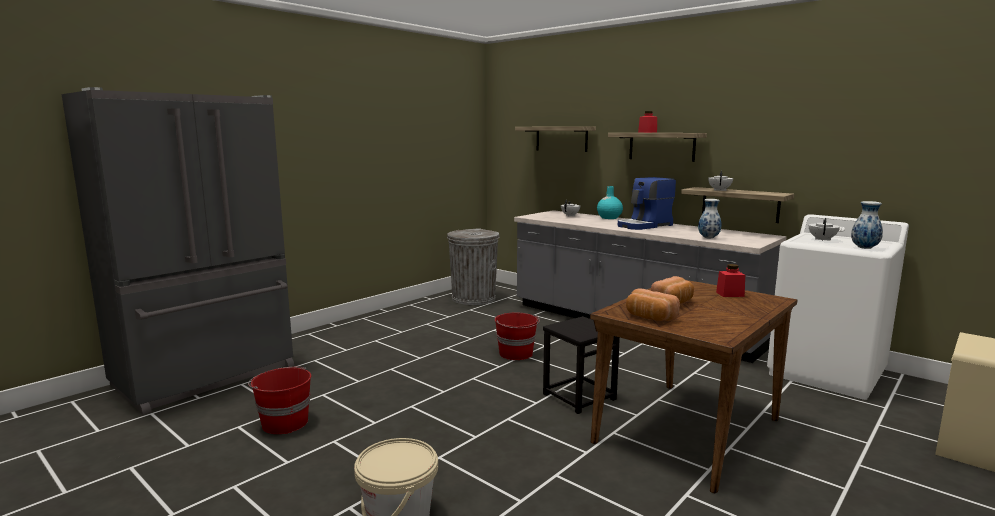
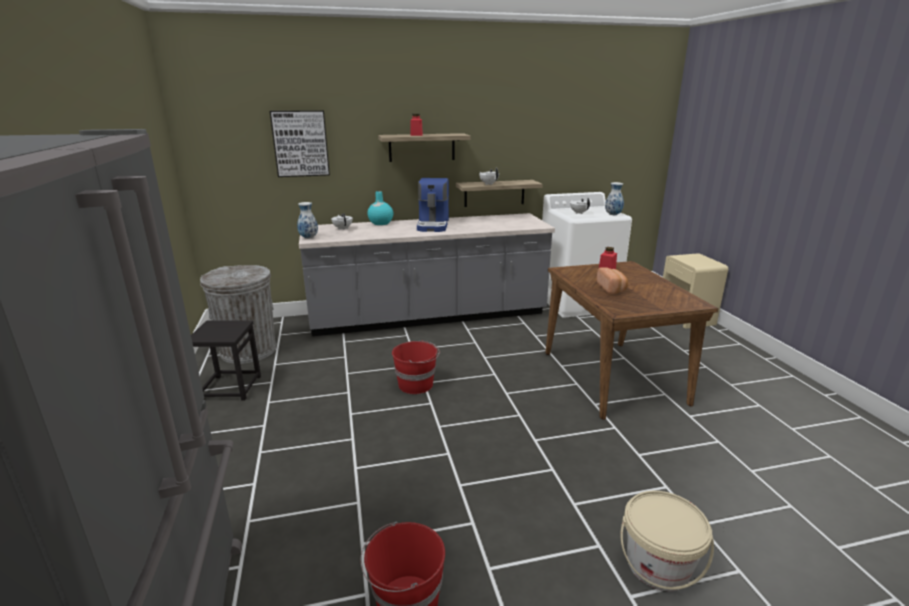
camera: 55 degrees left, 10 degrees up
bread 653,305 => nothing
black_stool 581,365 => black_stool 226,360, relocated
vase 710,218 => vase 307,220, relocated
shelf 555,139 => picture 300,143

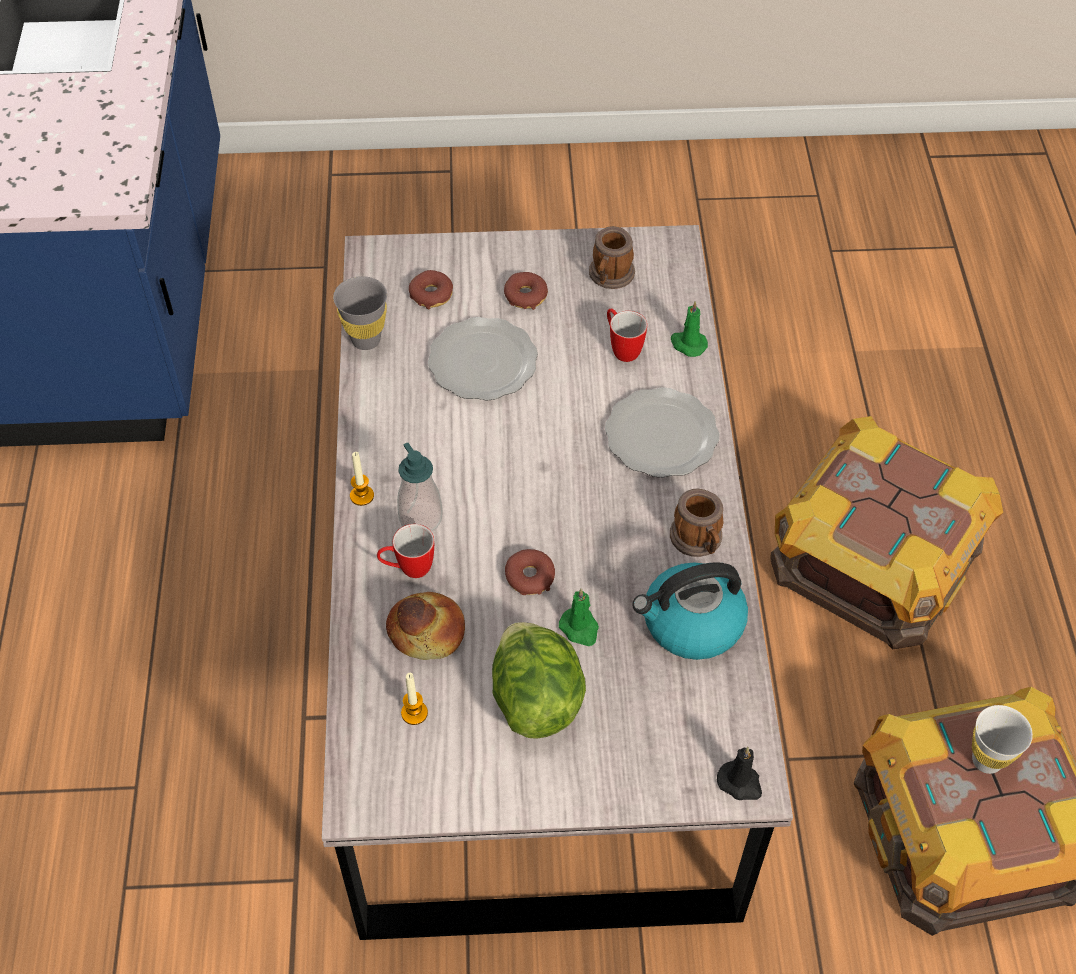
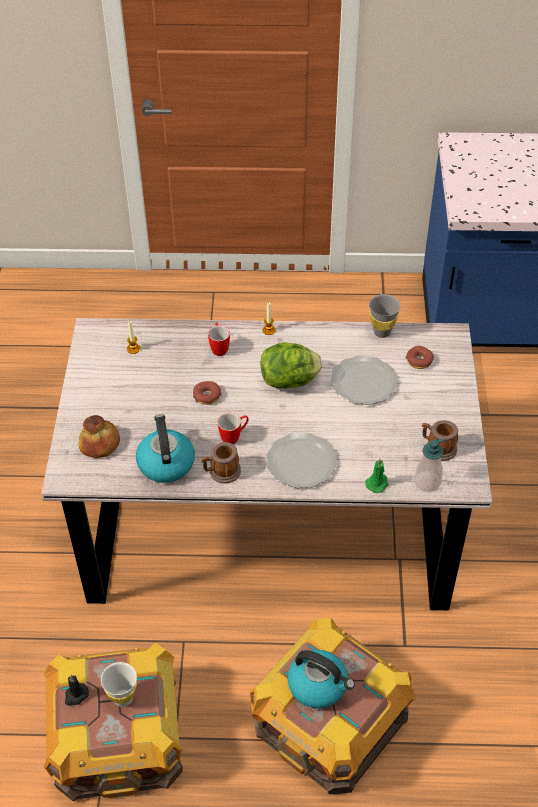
camera: 95 degrees right, 5 degrees down
donut 526,291 => nothing
green_candle 579,617 => nothing
nothing => kettle 321,679
bread 425,626 => bread 99,436, relocated
soap_dispenser 420,487 => soap_dispenser 429,465, relocated
lettuce 539,680 => lettuce 291,365, relocated
mug 627,335 => mug 233,428, relocated
black_candle 739,773 => black_candle 77,690, relocated

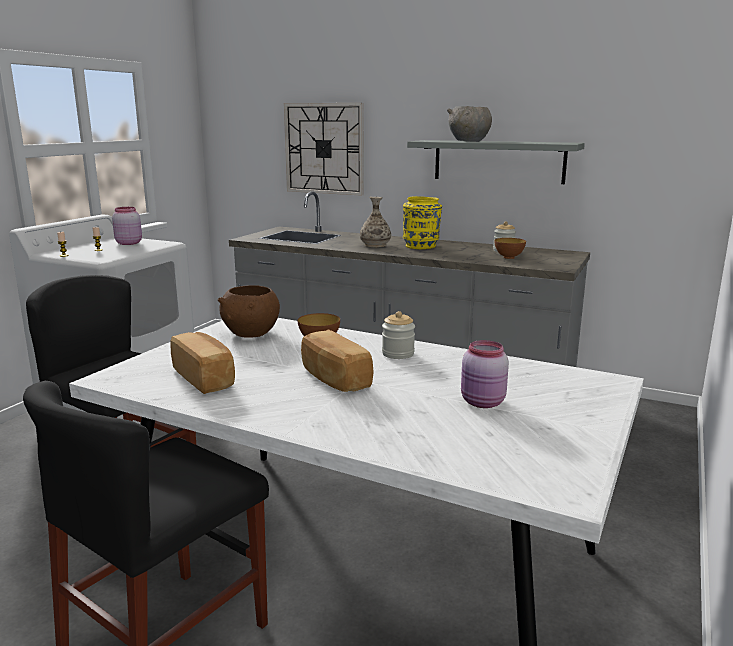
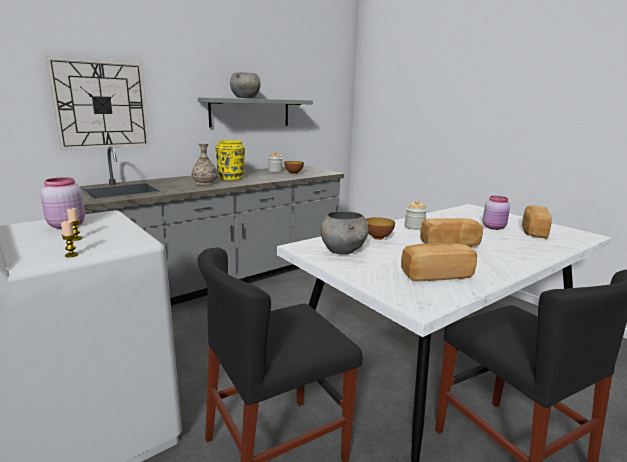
camera: 65 degrees left, 0 degrees up
nothing => bread 537,222
brown_bowl 249,311 => grey_bowl 344,232

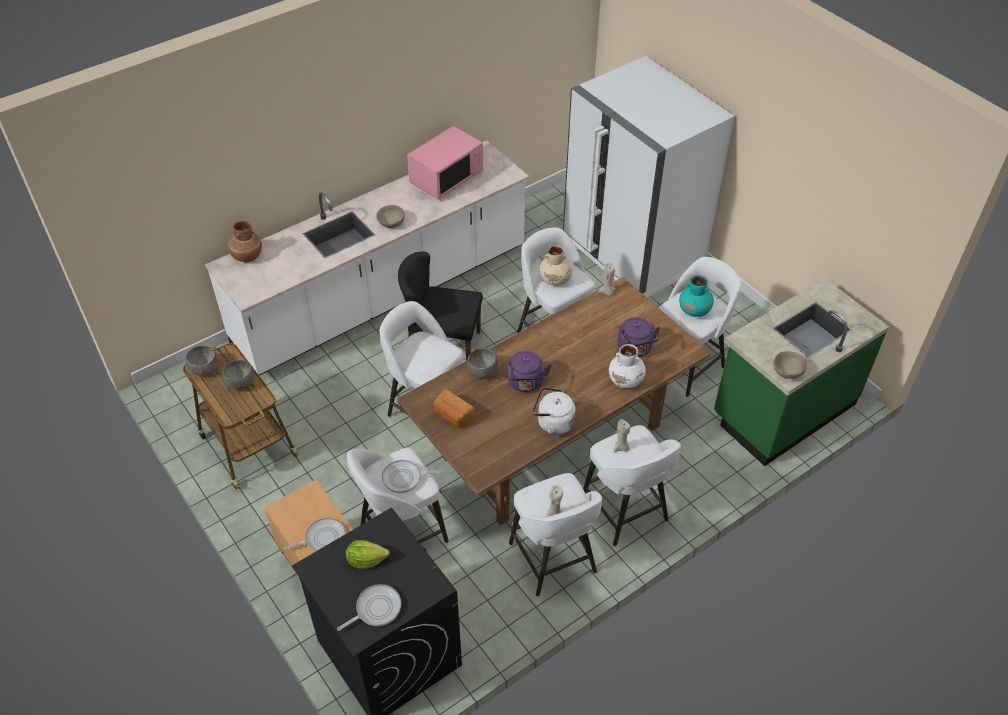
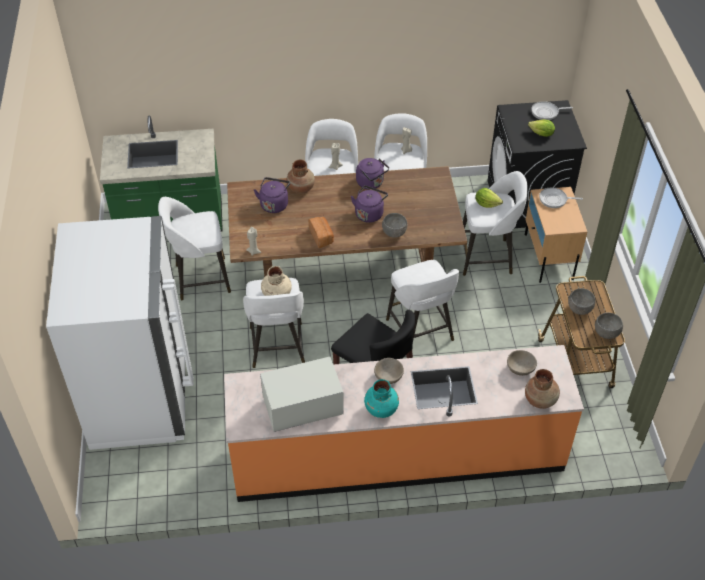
camera: 150 degrees left, 0 degrees up
bread 454,408 => bread 321,232, relocated
turquoise_vase 696,296 => turquoise_vase 381,398, relocated
beige_bowl 790,365 => beige_bowl 522,363, relocated
frying_pan 412,476 => lettuce 489,198
white_counter 367,257 => orange_counter 404,423
pink_microwave 445,163 => white_microwave 302,394
white_kettle 554,411 => purple_kettle 372,174
white_vase 627,366 => brown_vase 301,176

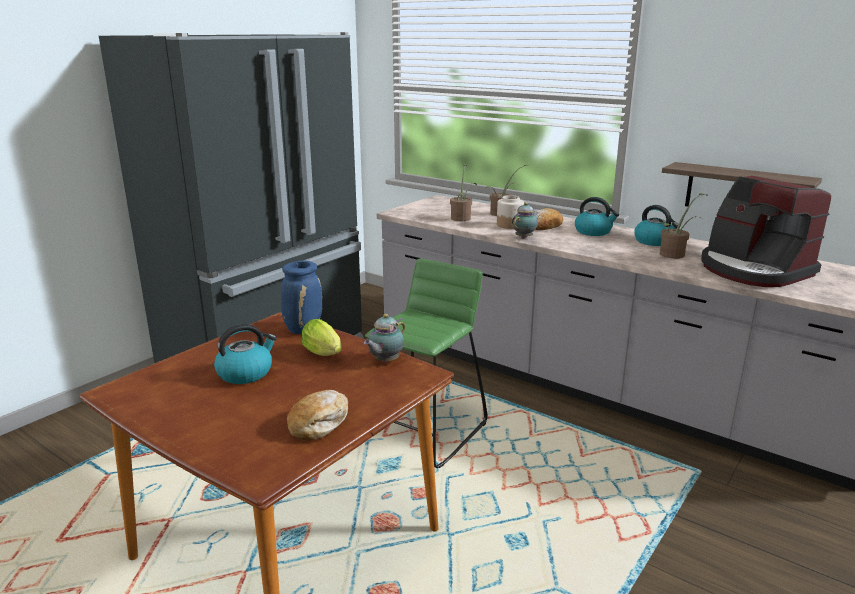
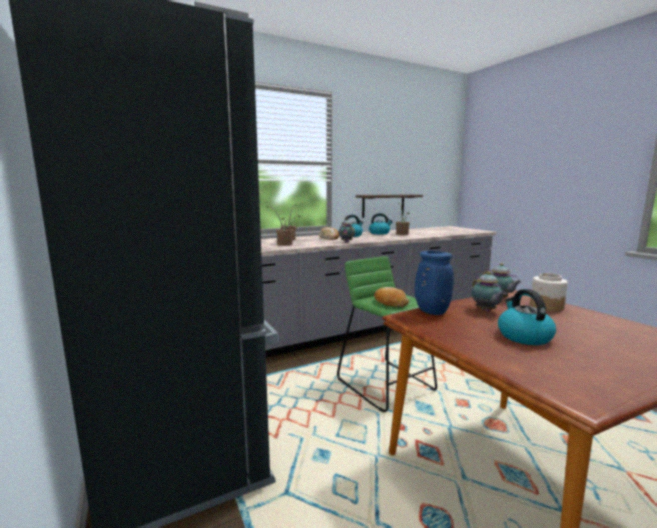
camera: 65 degrees left, 10 degrees down
coffee_machine 766,231 => nothing
bread 317,415 => bread 391,297, relocated
jar 510,212 => jar 549,292, relocated
lettuce 322,337 => teapot 488,291

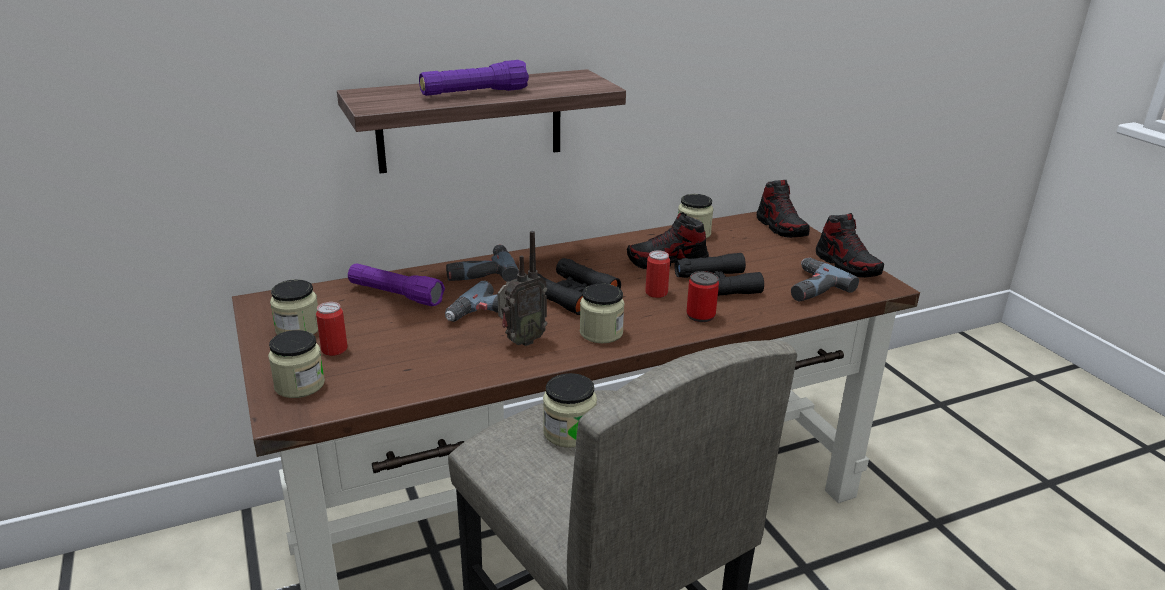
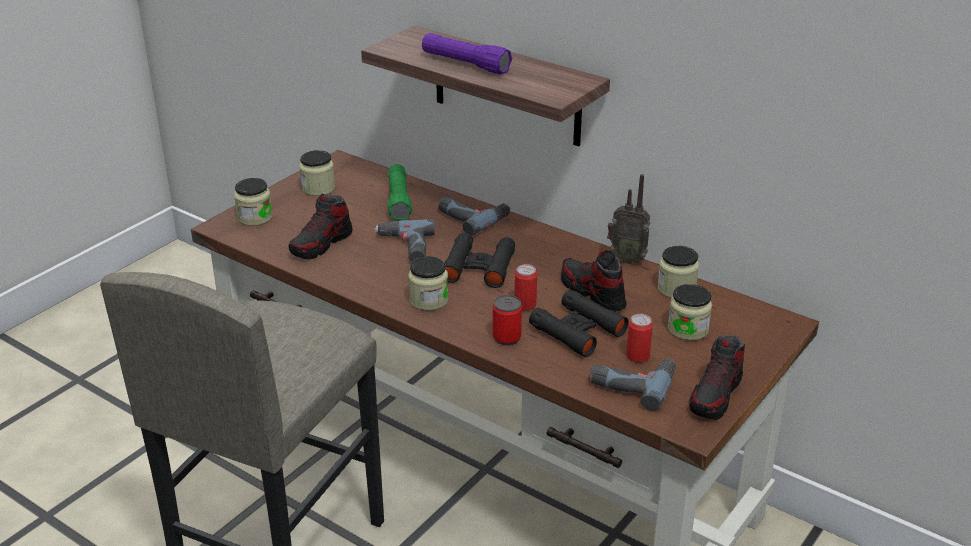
camera: 60 degrees right, 5 degrees up
can 332,329 => can 639,338, relocated
radio 522,288 => radio 628,219, relocated
jar 570,410 => jar 690,312, relocated
shoe 783,209 => shoe 321,227, relocated
purple_flashlight 396,284 => green_flashlight 400,192

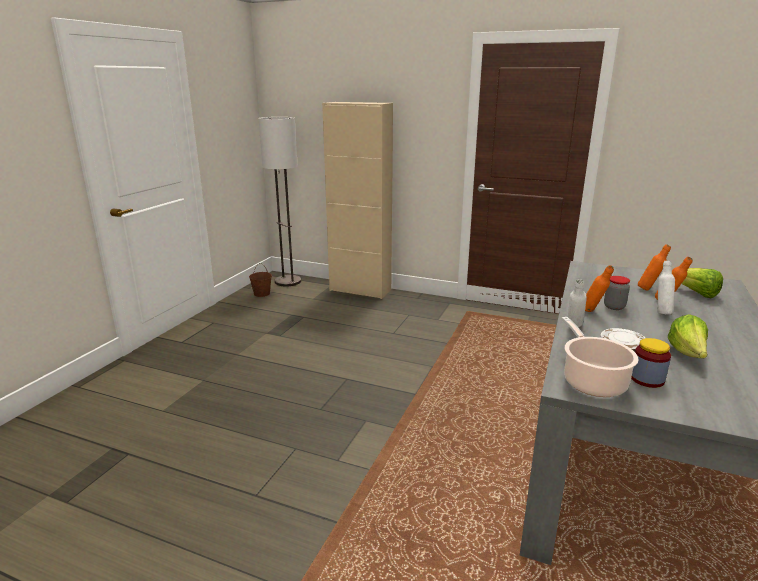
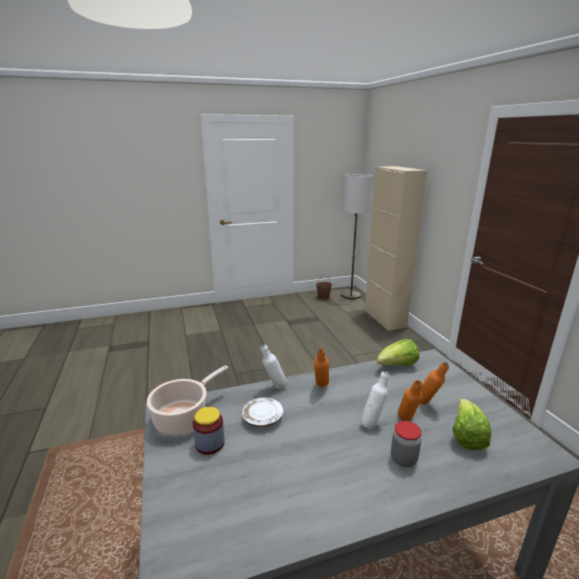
camera: 50 degrees right, 0 degrees up
jar 617,293 => jar 406,444, relocated
lettuce 688,336 => lettuce 397,352, relocated

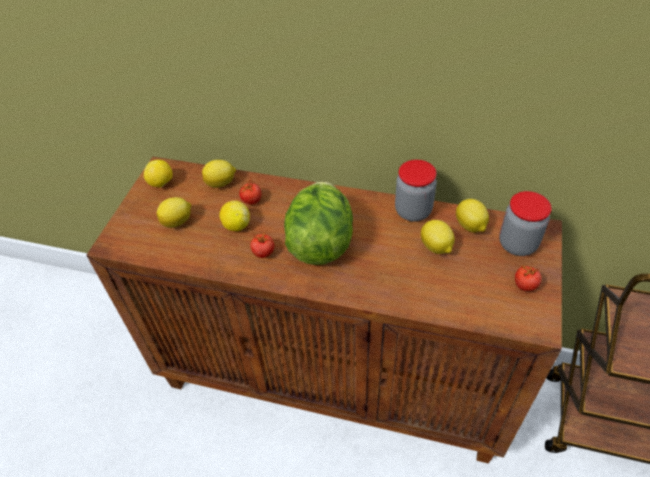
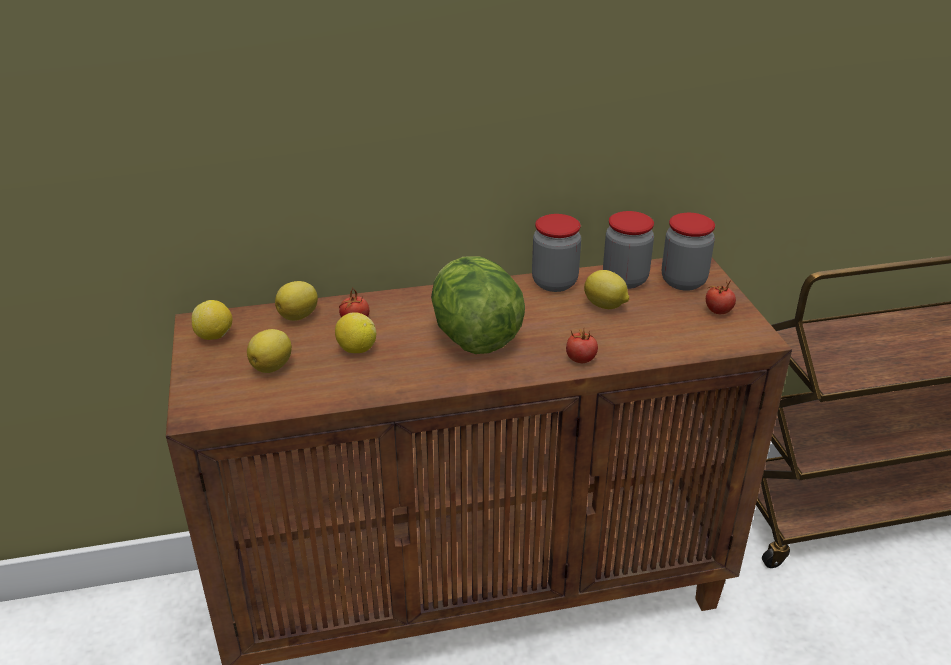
camera: 30 degrees left, 15 degrees down
tomato 262,245 => tomato 582,346, relocated
lemon 472,215 => jar 628,250

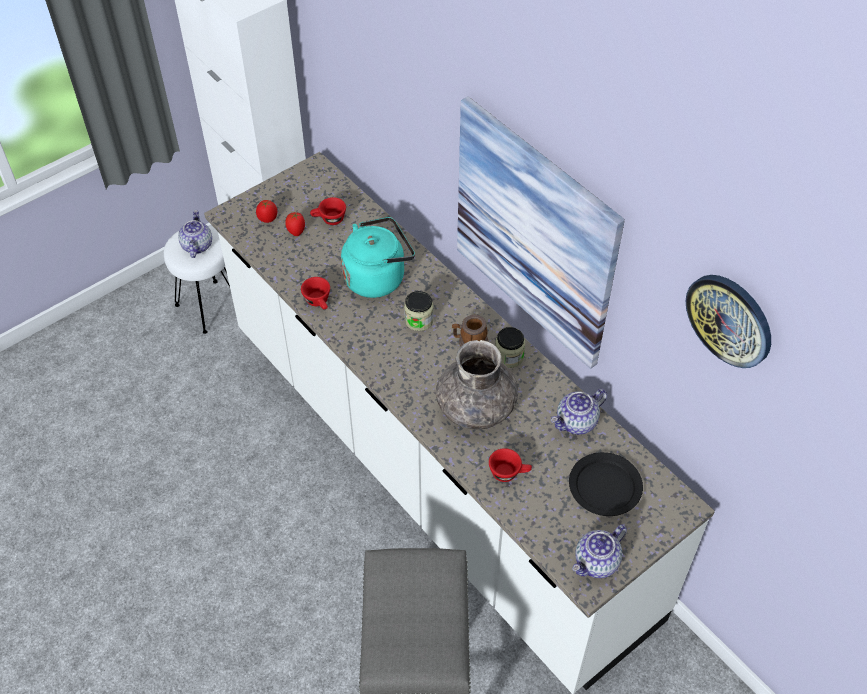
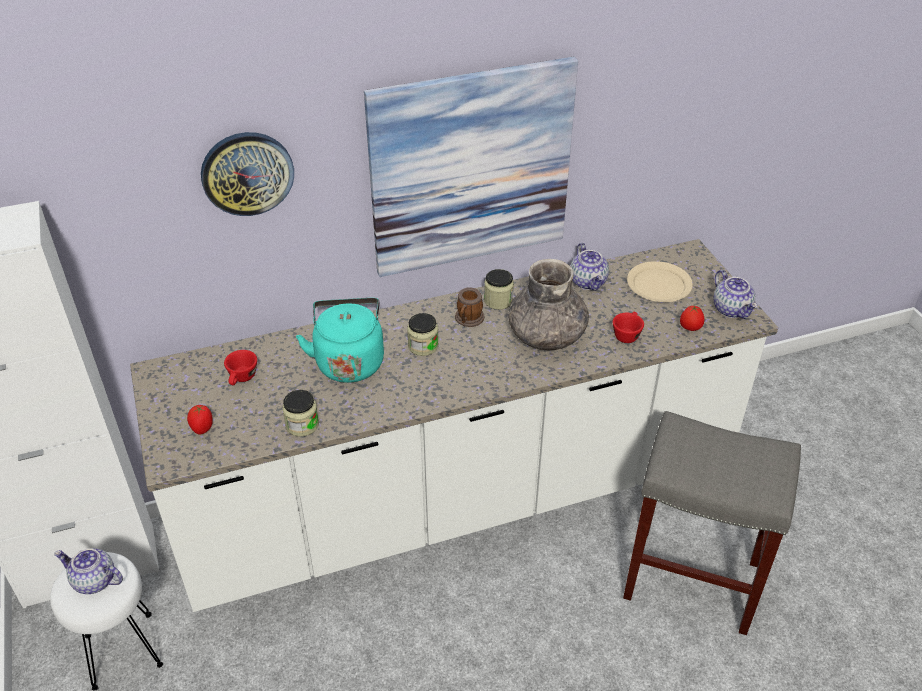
camera: 70 degrees left, 10 degrees down
red_cup 315,293 => nothing
nothing => jar 300,413
tomato 295,224 => tomato 692,318, relocated
wall_clock 728,321 => wall_clock 247,174, relocated
black_plate 606,484 => beige_plate 660,281

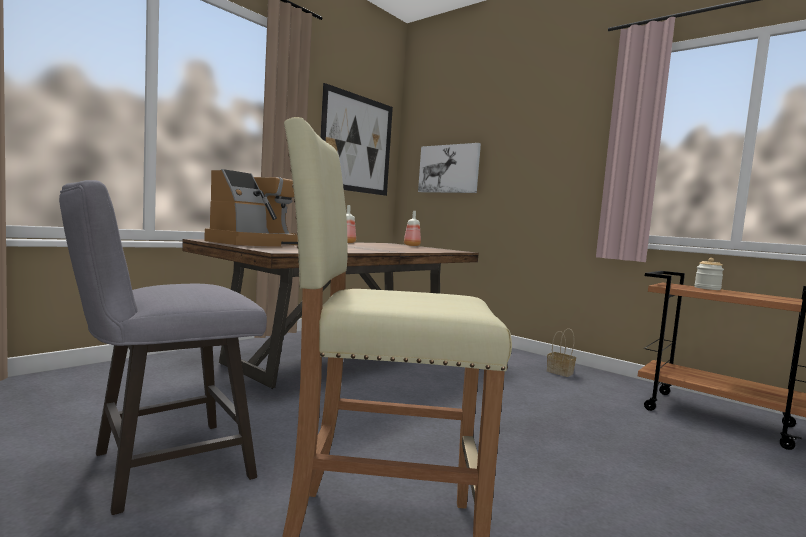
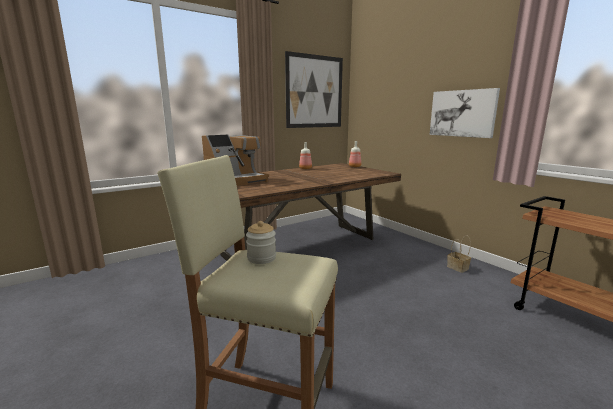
camera: 15 degrees right, 10 degrees up
grey_stool 163,347 => nothing
picture 449,168 => picture 464,113, relocated
jar 709,274 => jar 261,242, relocated

